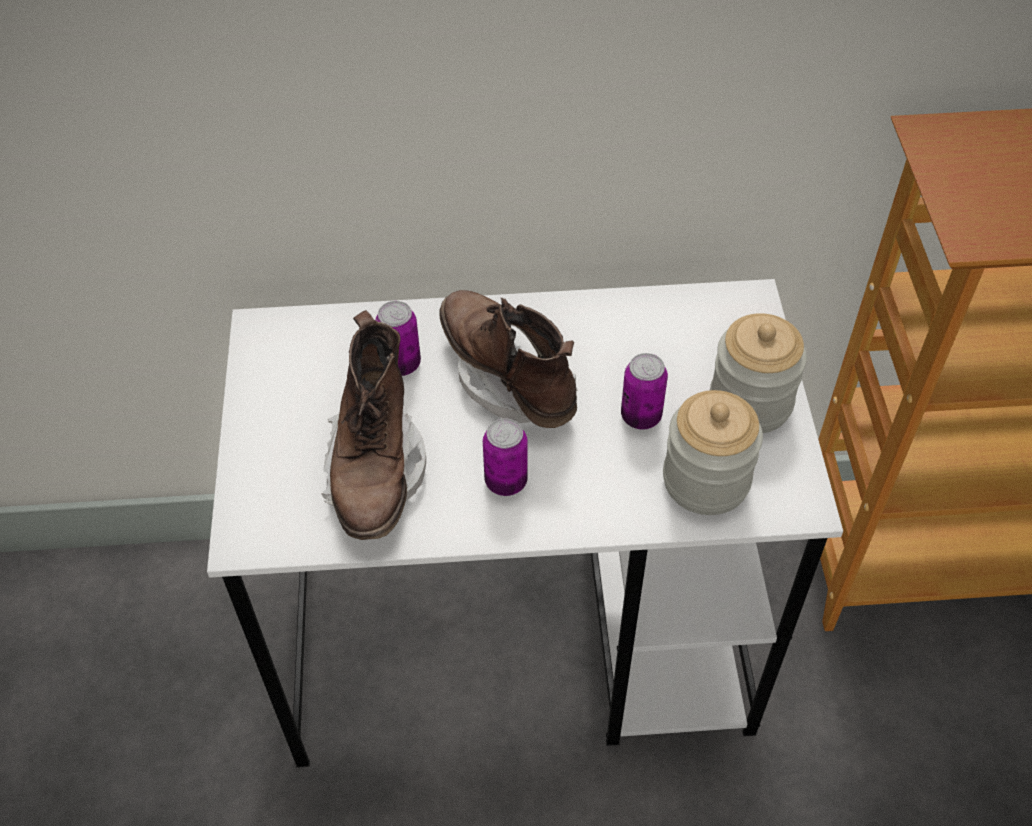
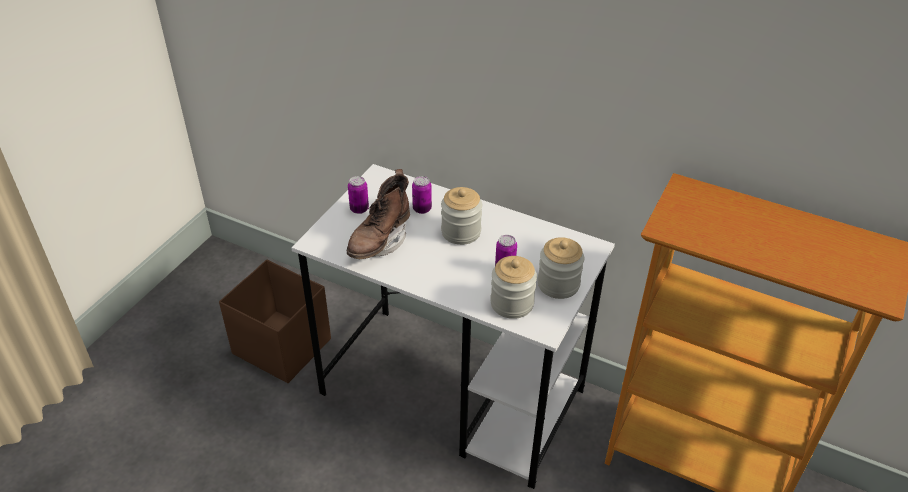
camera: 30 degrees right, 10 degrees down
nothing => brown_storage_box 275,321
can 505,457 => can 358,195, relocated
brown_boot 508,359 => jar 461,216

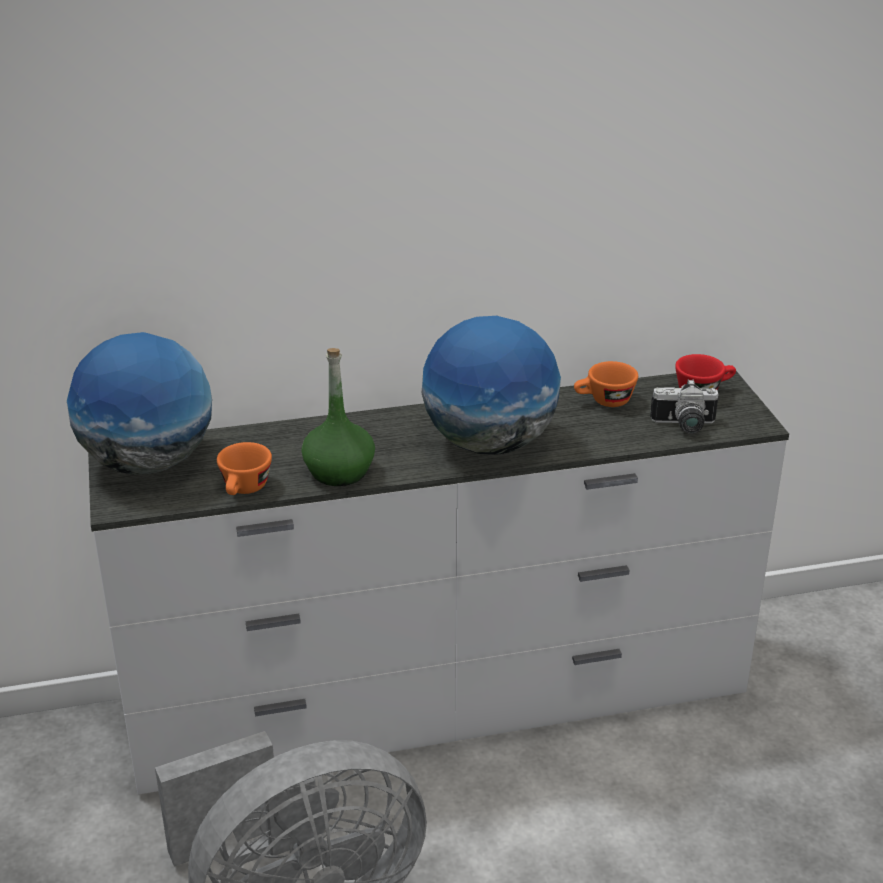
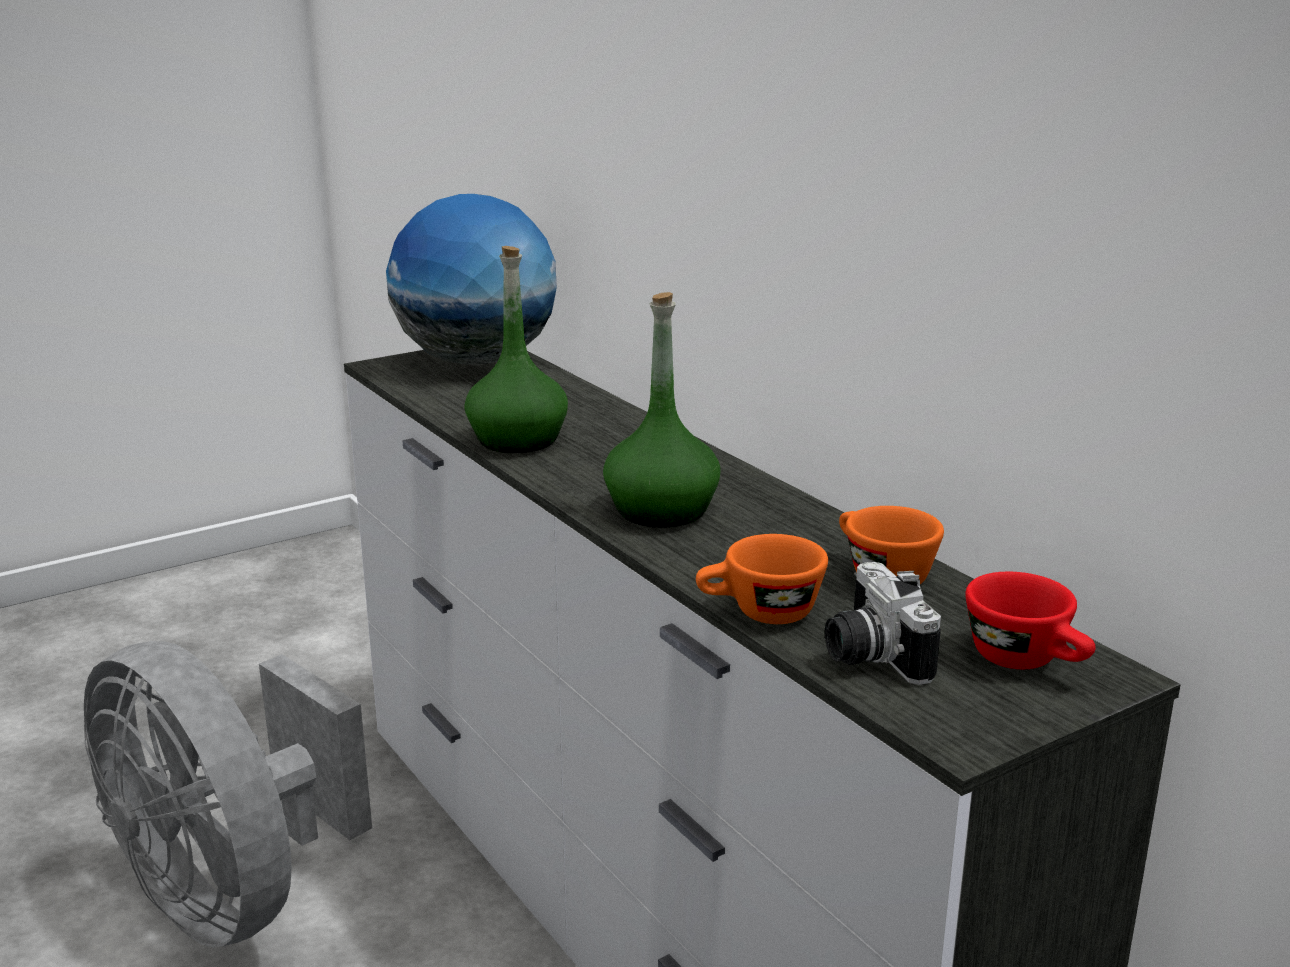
camera: 70 degrees right, 10 degrees down
orange_cup 244,468 => orange_cup 762,579, relocated
globe 491,385 => green_bottle 661,410

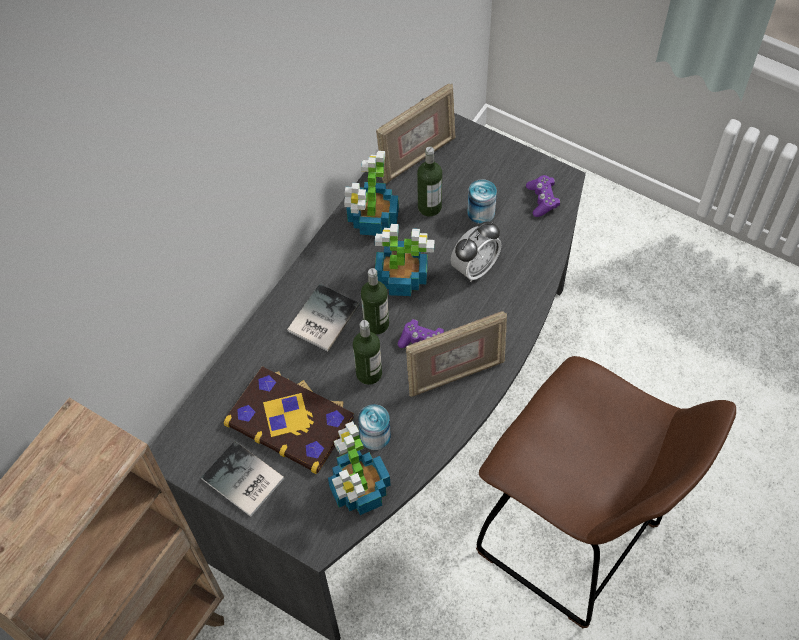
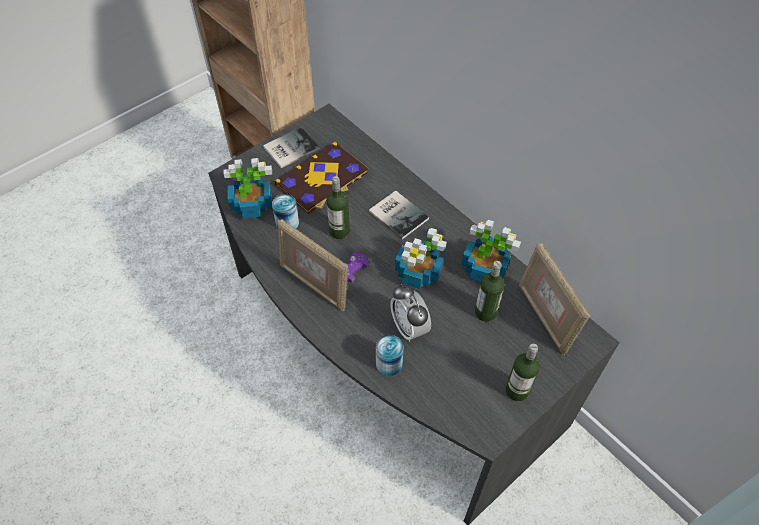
camera: 105 degrees right, 5 degrees down
brown_stool 606,492 => nothing
purple_game_controller 543,196 => nothing
bottle 375,301 => bottle 523,372, relocated
can 482,201 => can 389,355, relocated
picture_frame 456,354 => picture_frame 313,265, 45 degrees counterclockwise

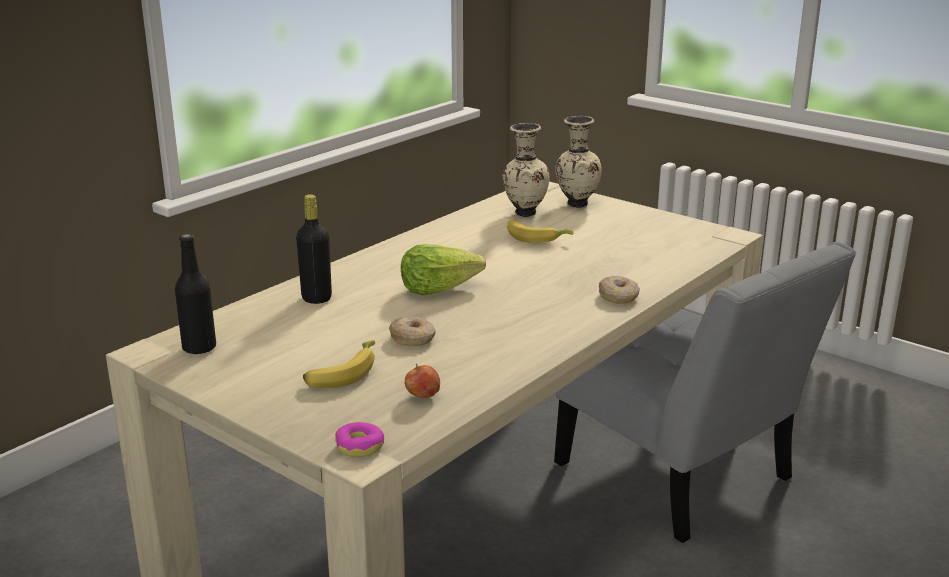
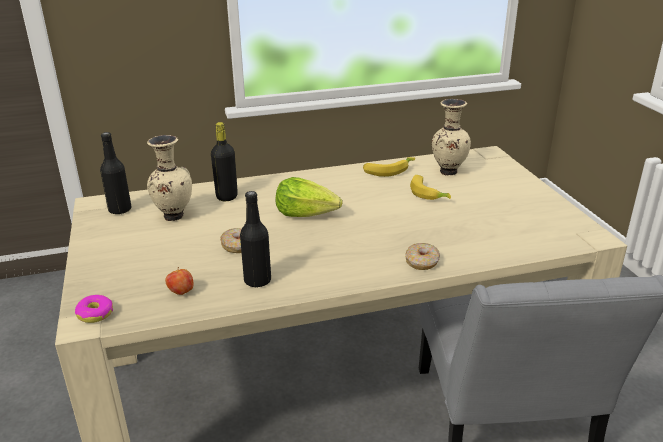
camera: 35 degrees right, 5 degrees up
nothing => black_bottle 255,239
banana 339,364 => banana 389,167, relocated
beige_vase 578,162 => beige_vase 169,178, relocated

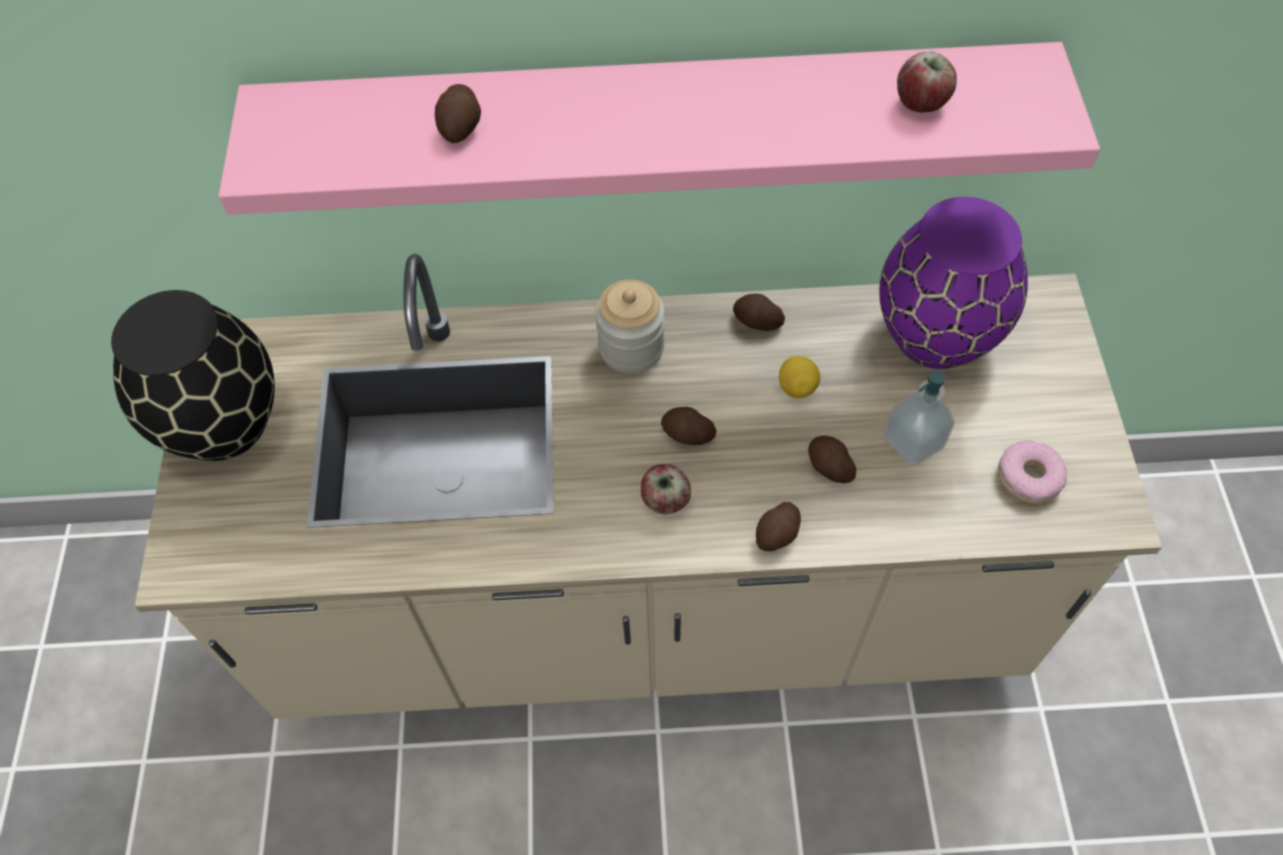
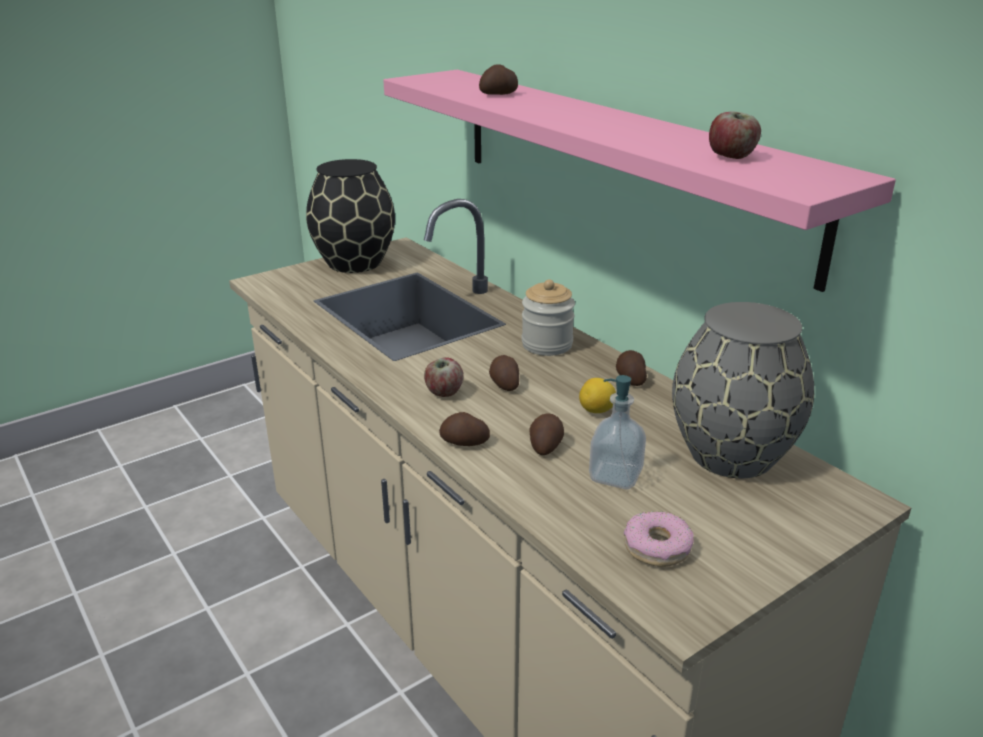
camera: 55 degrees right, 30 degrees down
purple_vase 953,283 => grey_vase 743,390

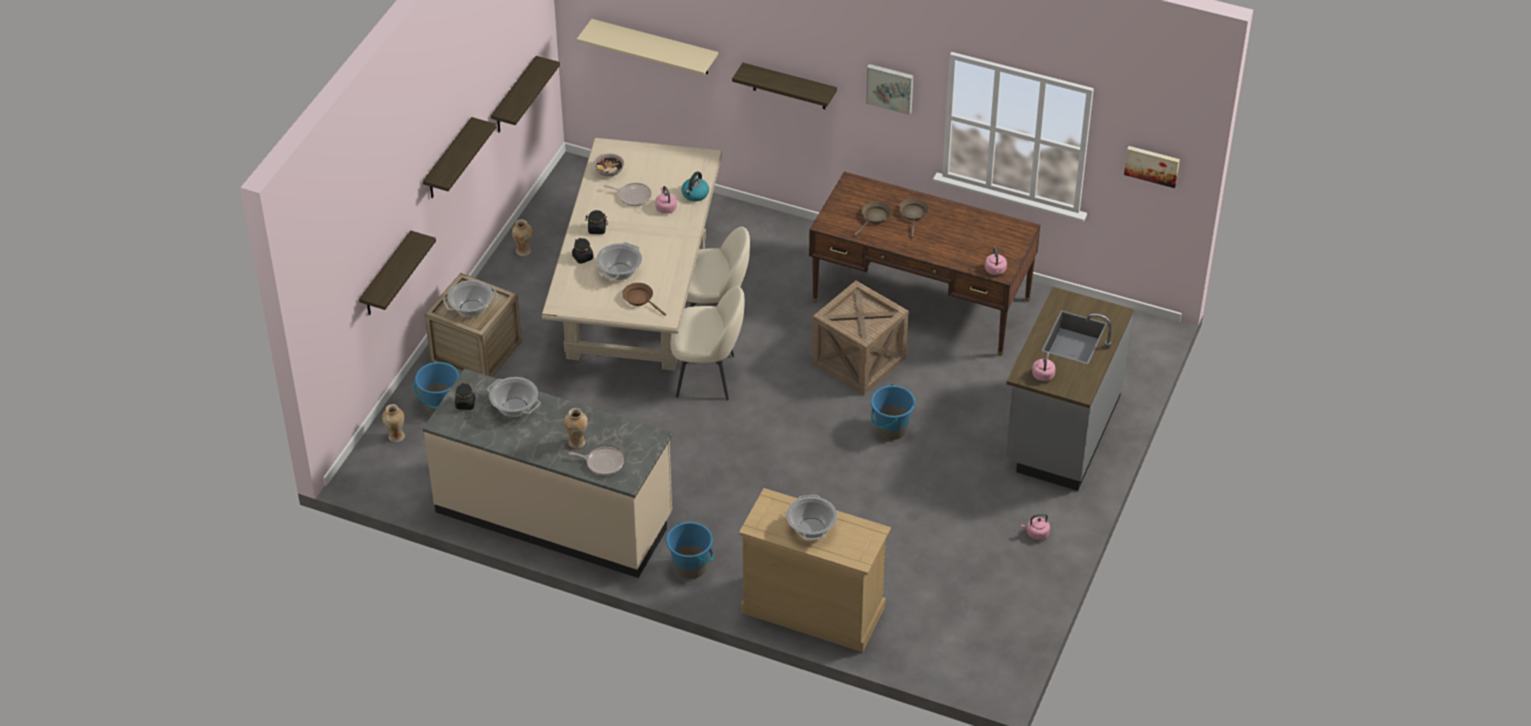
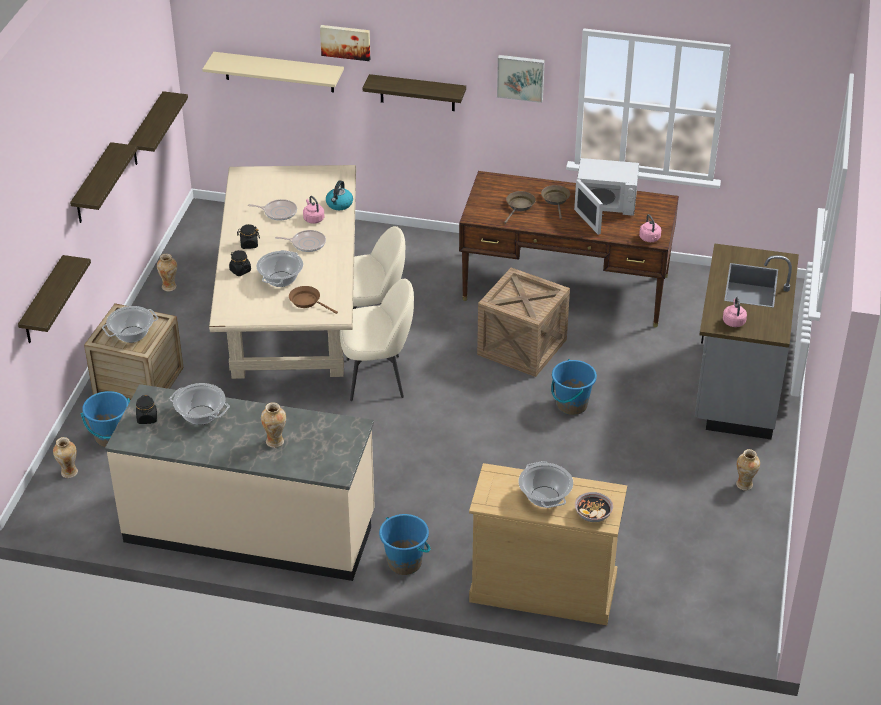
camera: 10 degrees left, 5 degrees down
nothing => white_microwave 606,196
frying_pan 596,461 => frying_pan 300,241, relocated
bowl 608,165 => bowl 594,507, relocated
picture 1152,167 => picture 345,43, relocated
pink_kettle 1035,526 => vase 748,469

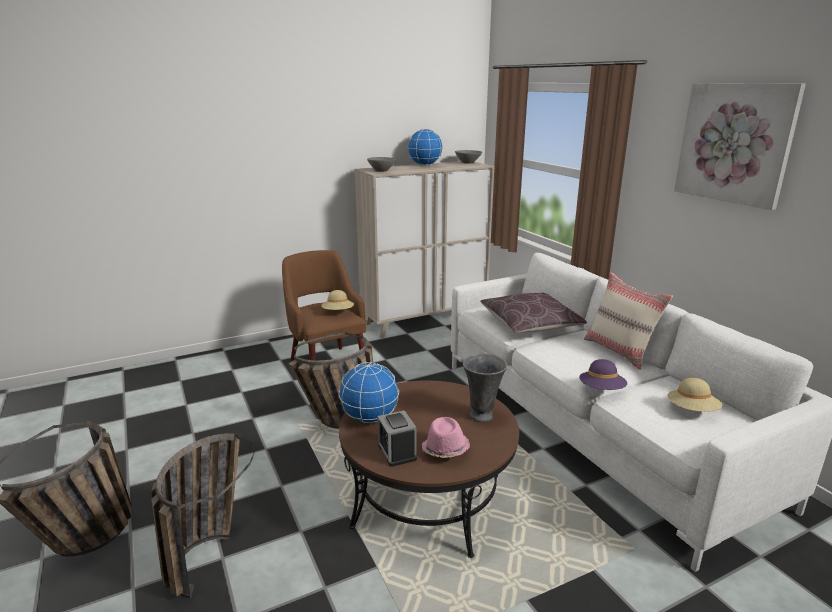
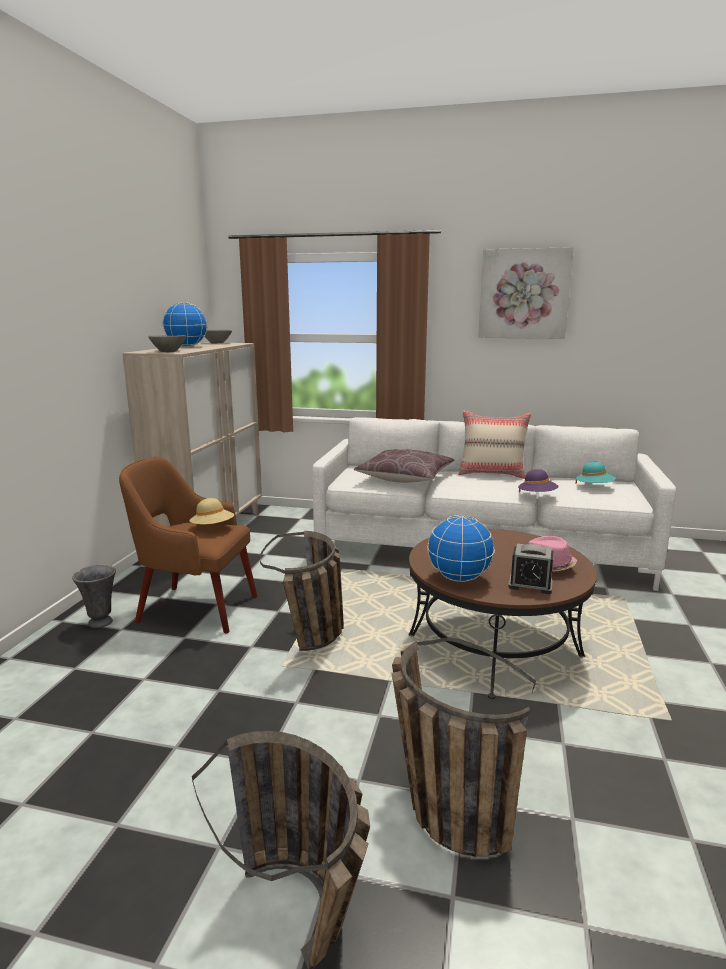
camera: 50 degrees left, 5 degrees down
grey_vase 485,387 => grey_vase 94,596, relocated
beige_hat 695,395 => turquoise_hat 596,472

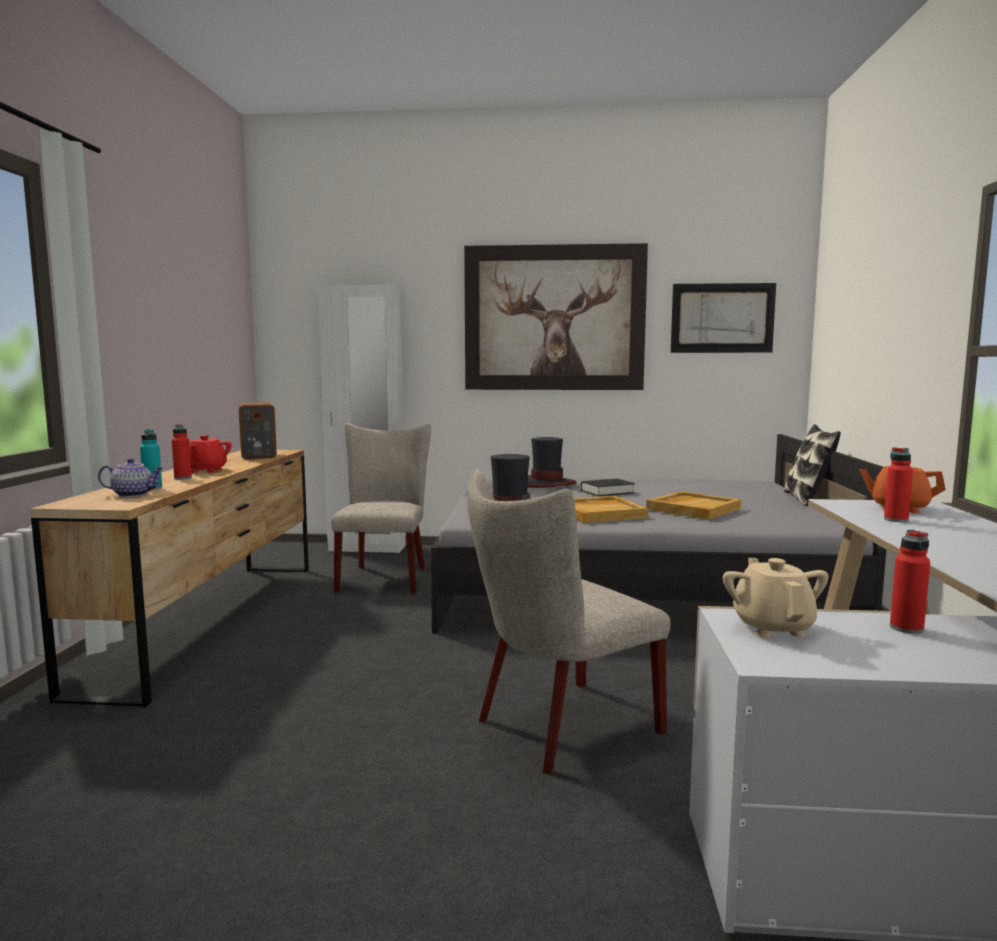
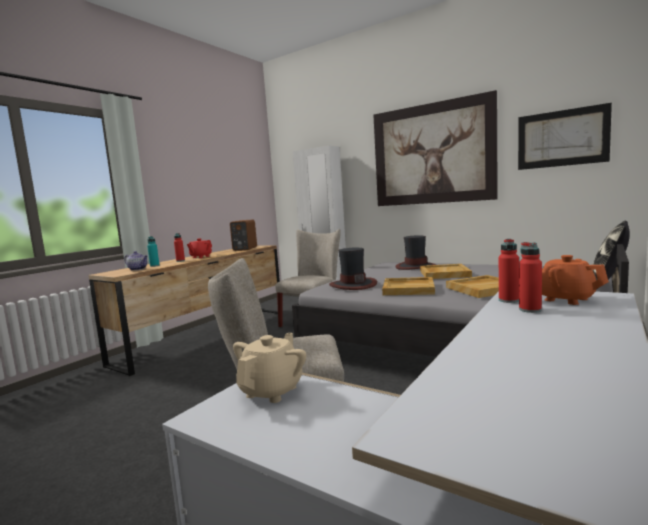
camera: 30 degrees right, 0 degrees up
red_bottle 910,582 => red_bottle 509,271, relocated
black_book 608,487 => beige_tray 446,271

